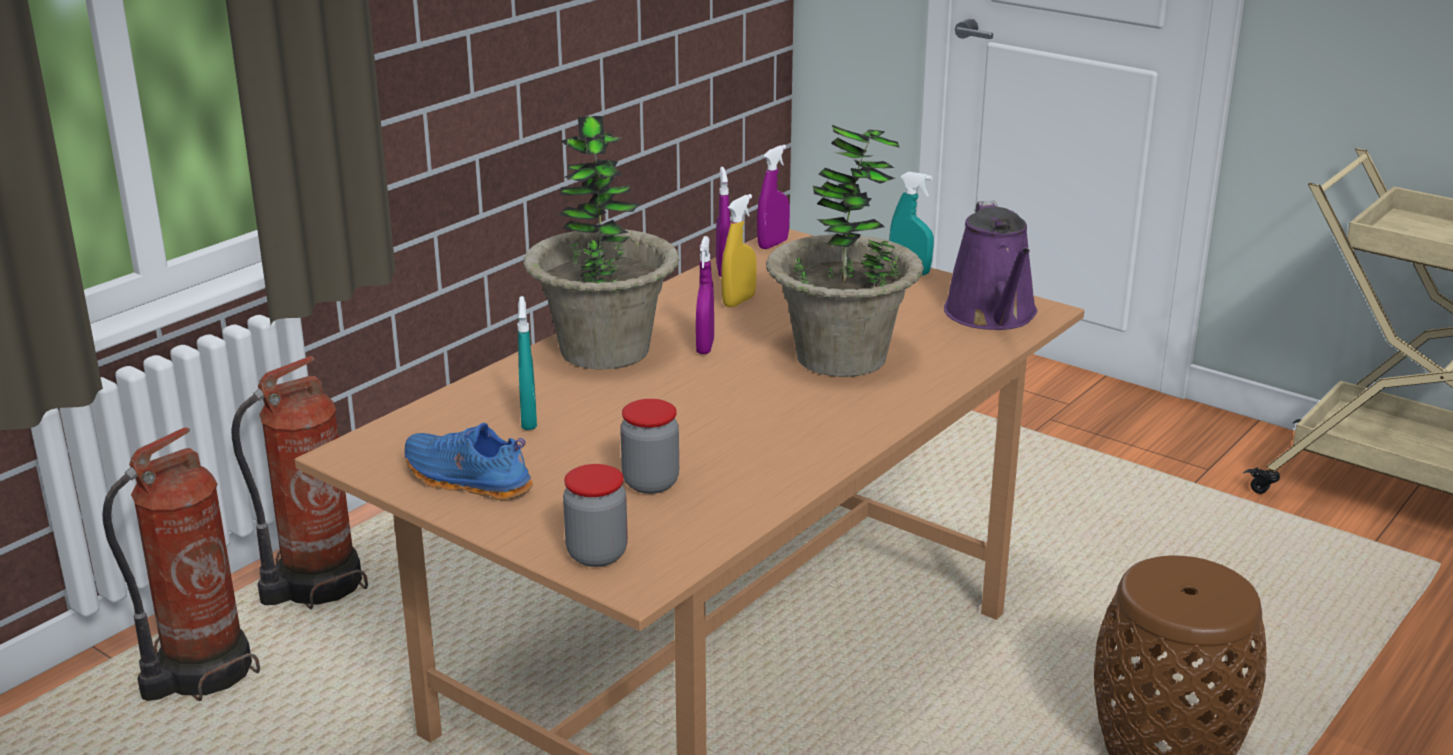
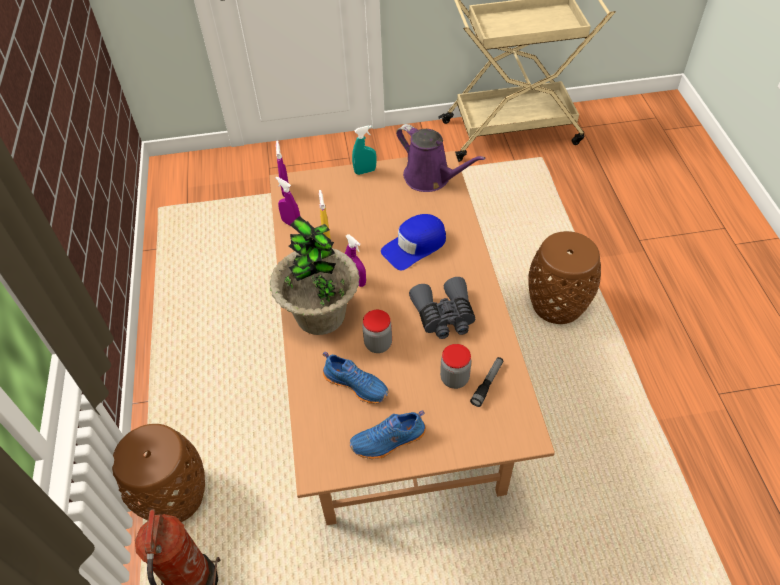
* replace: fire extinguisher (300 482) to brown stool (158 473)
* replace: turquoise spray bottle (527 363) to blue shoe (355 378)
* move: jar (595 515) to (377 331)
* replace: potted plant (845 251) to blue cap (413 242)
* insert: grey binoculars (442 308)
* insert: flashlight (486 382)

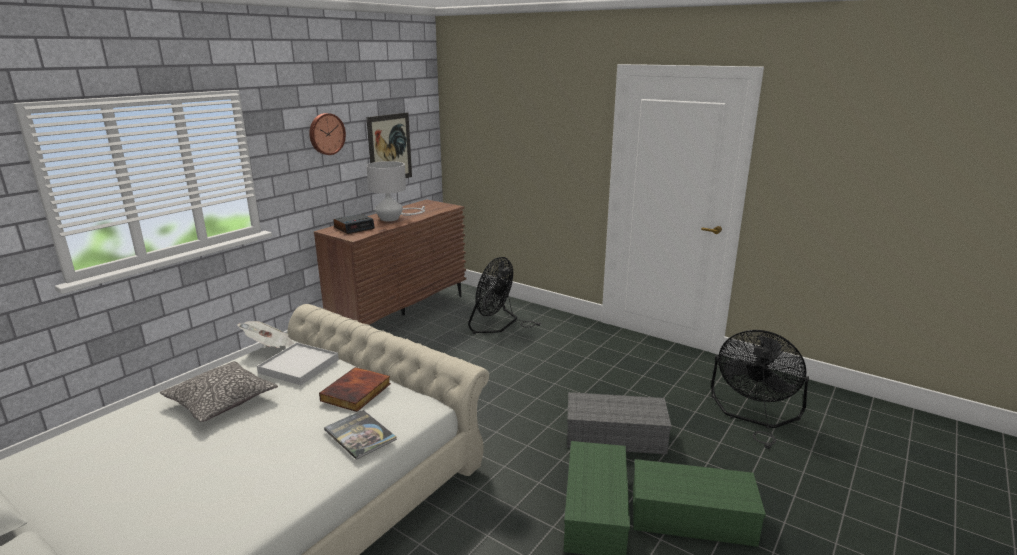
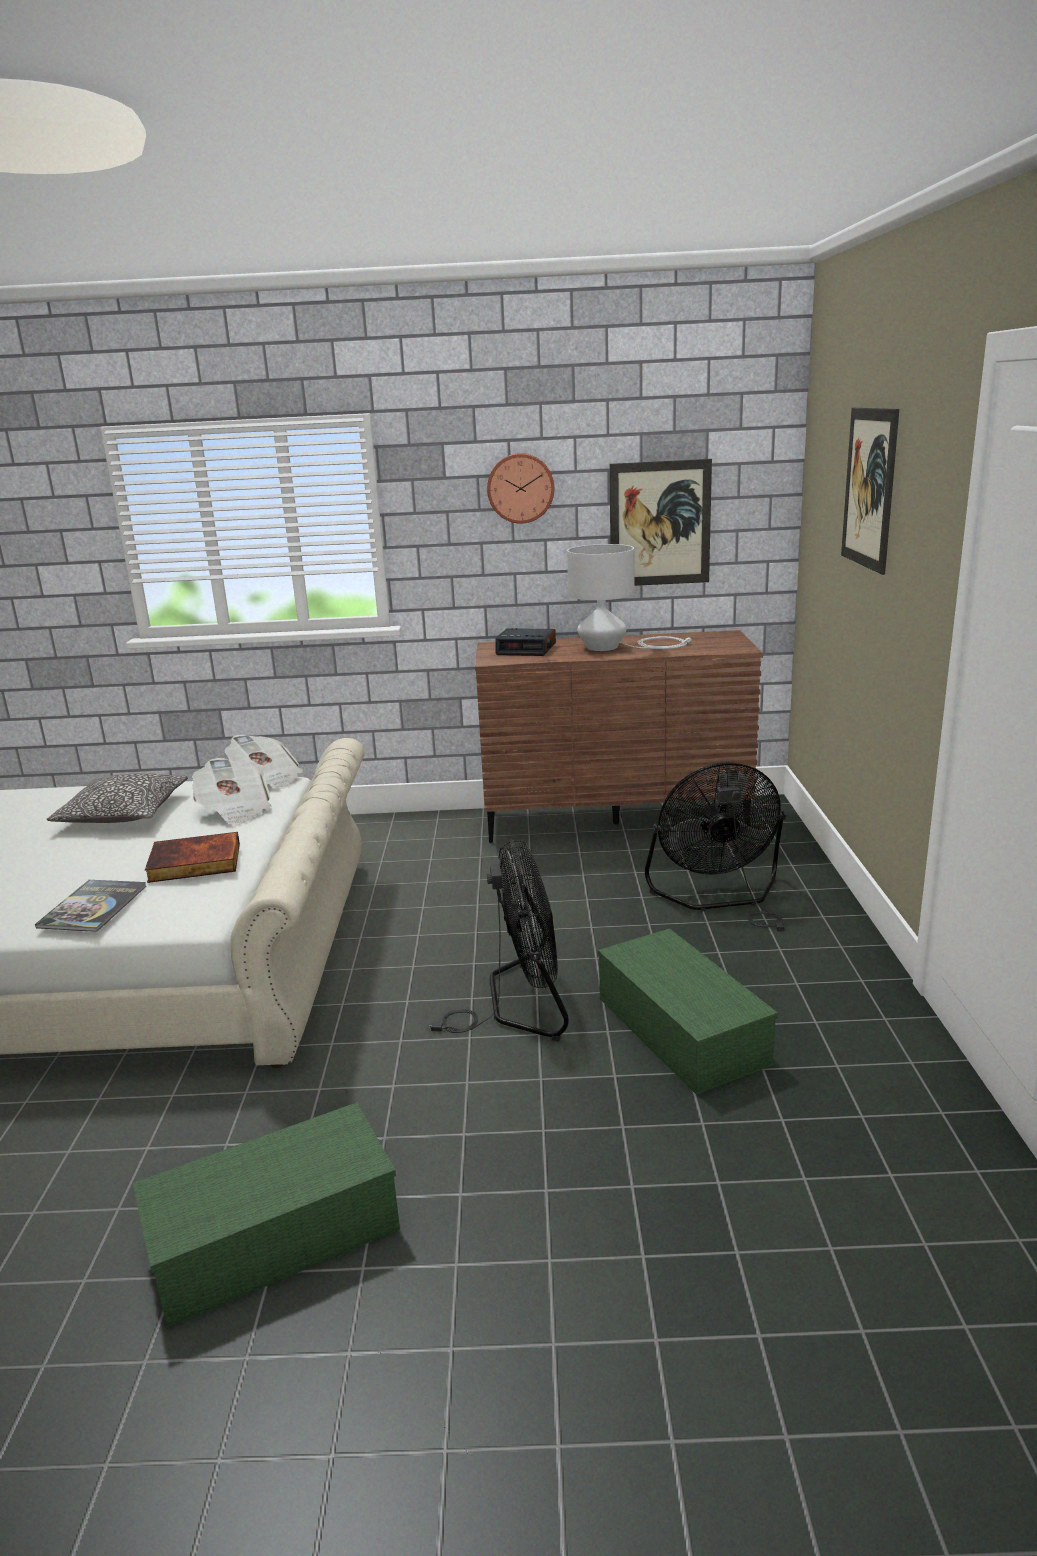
* replace: white tray (298 363) to newspaper (231 791)
* delete: grey storage box (619 423)
* move: green storage box (699 503) to (688 1011)
* move: black fan (760 389) to (498 940)
* insert: picture (870 491)

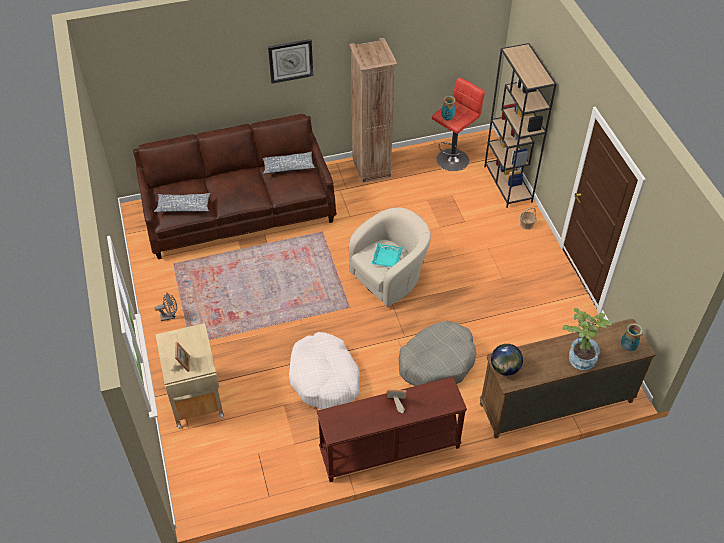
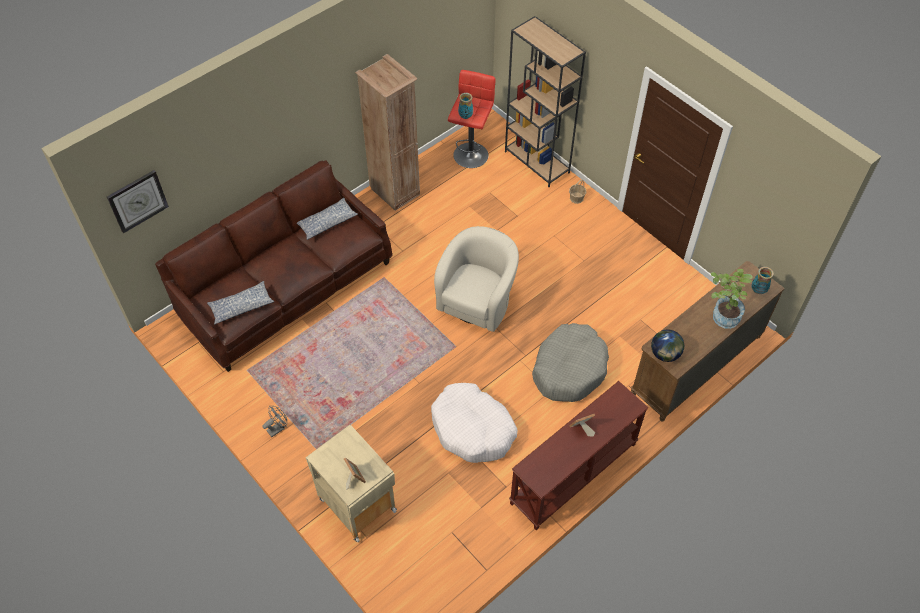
* move: wall clock (290 61) to (138 201)
* delete: turquoise tray (387 255)

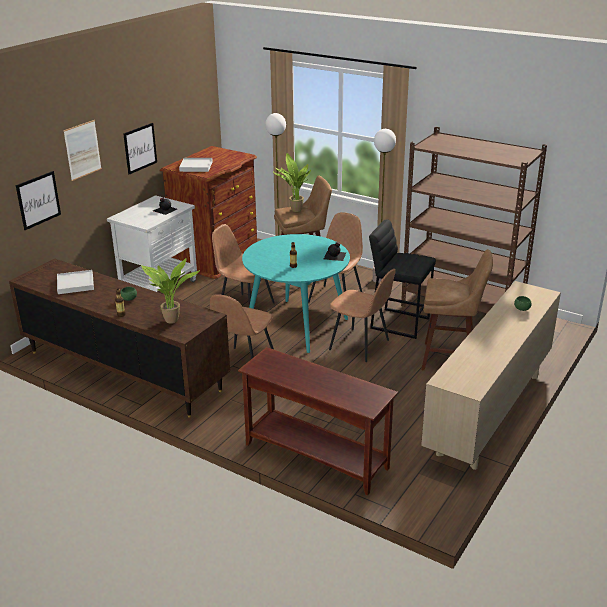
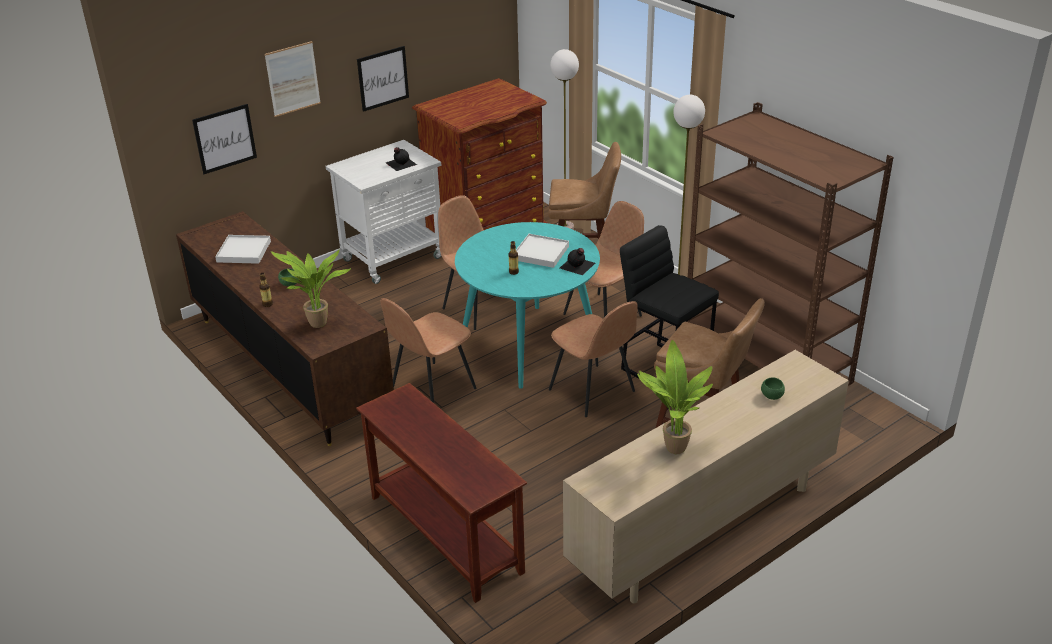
* move: white tray (196 165) to (542 251)
* move: potted plant (292 182) to (675 397)

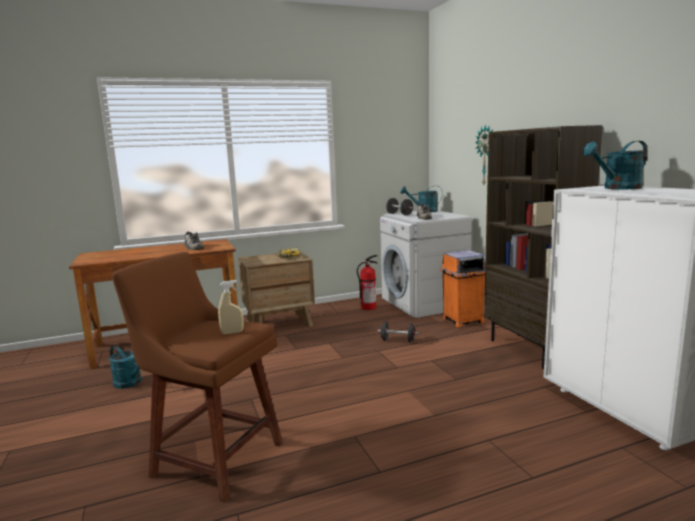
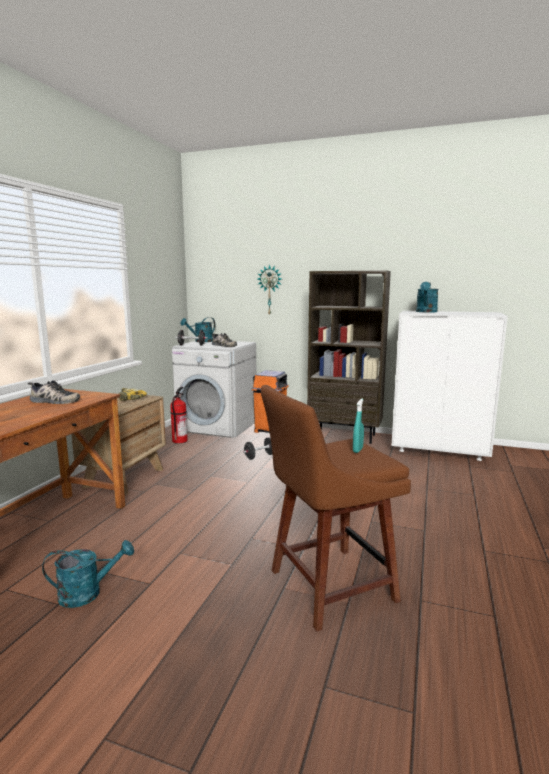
* recolor: beige spray bottle (231 307) to turquoise spray bottle (358 426)

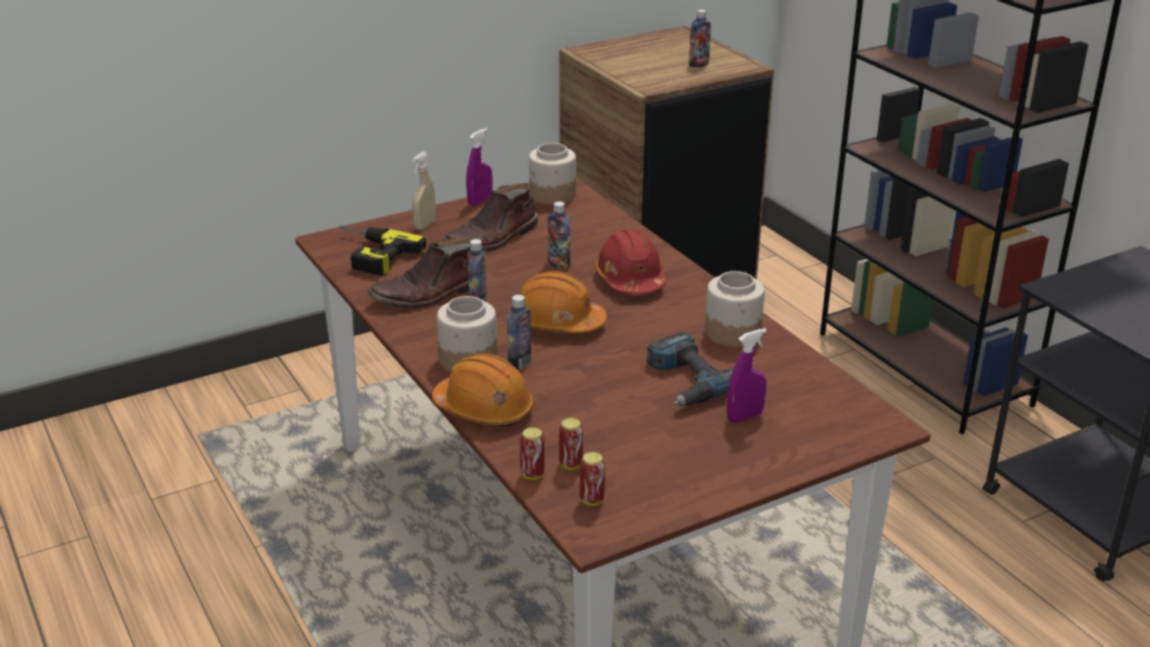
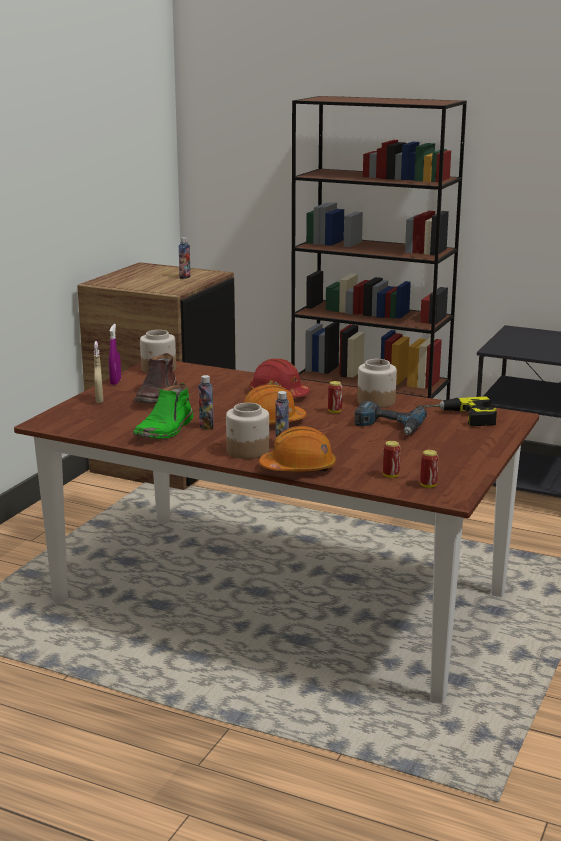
* move: power drill (383 250) to (457 411)
* recolor: brown boot (420 273) to green boot (163 411)
* move: can (532 453) to (335 397)
* delete: bottle (559 235)
* delete: purple spray bottle (747 375)

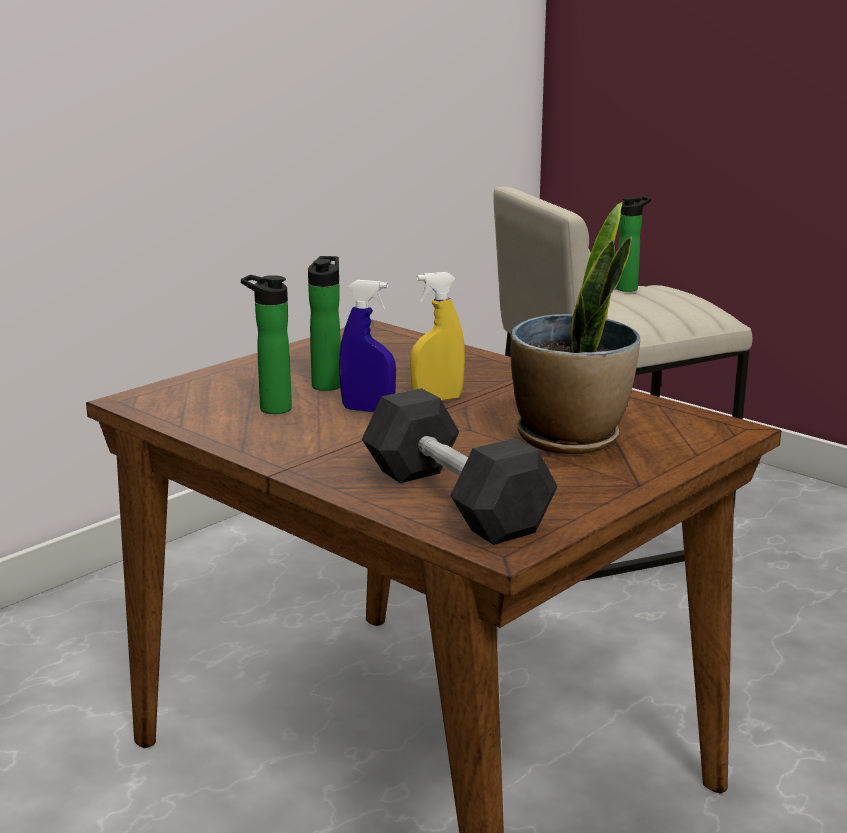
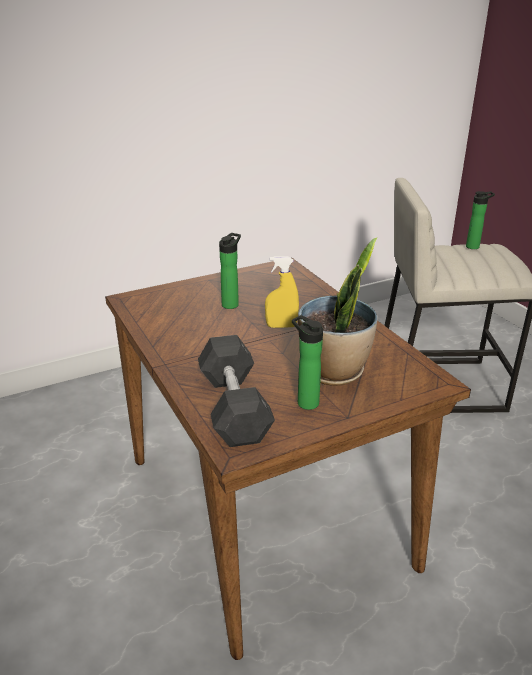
* move: bottle (266 344) to (307 362)
* delete: blue spray bottle (367 346)

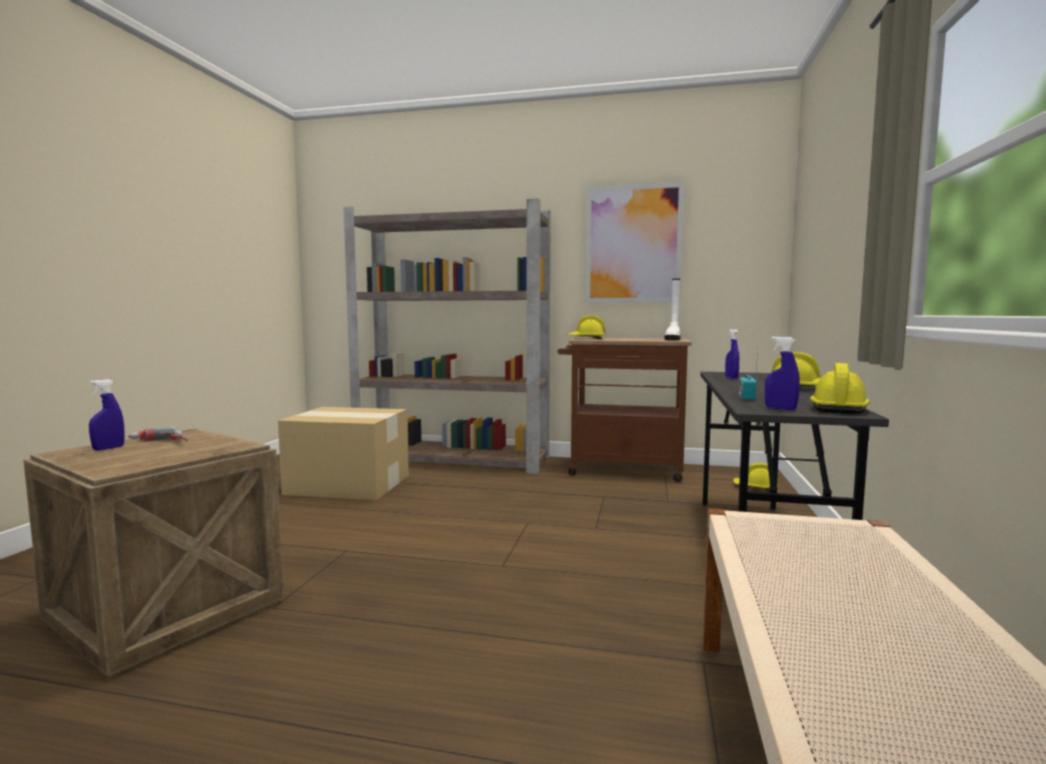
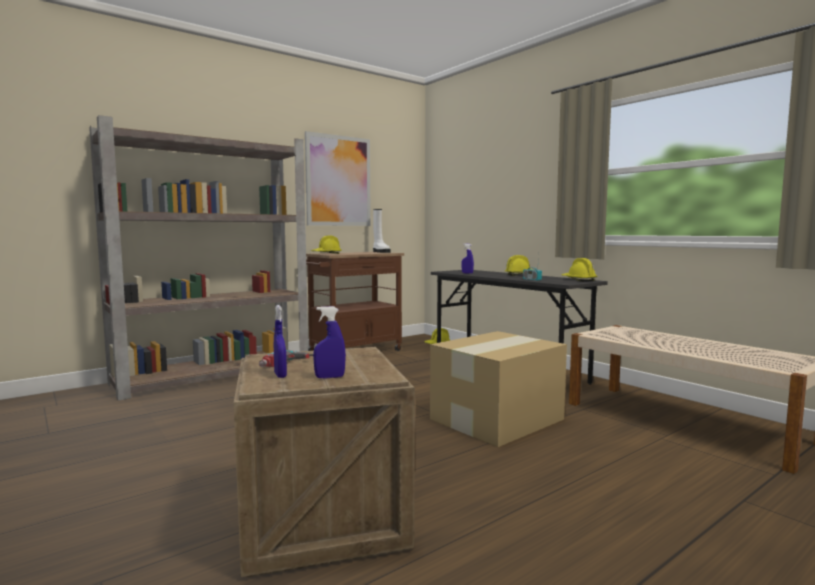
* move: cardboard box (343 453) to (498 389)
* move: blue spray bottle (782 373) to (329 342)

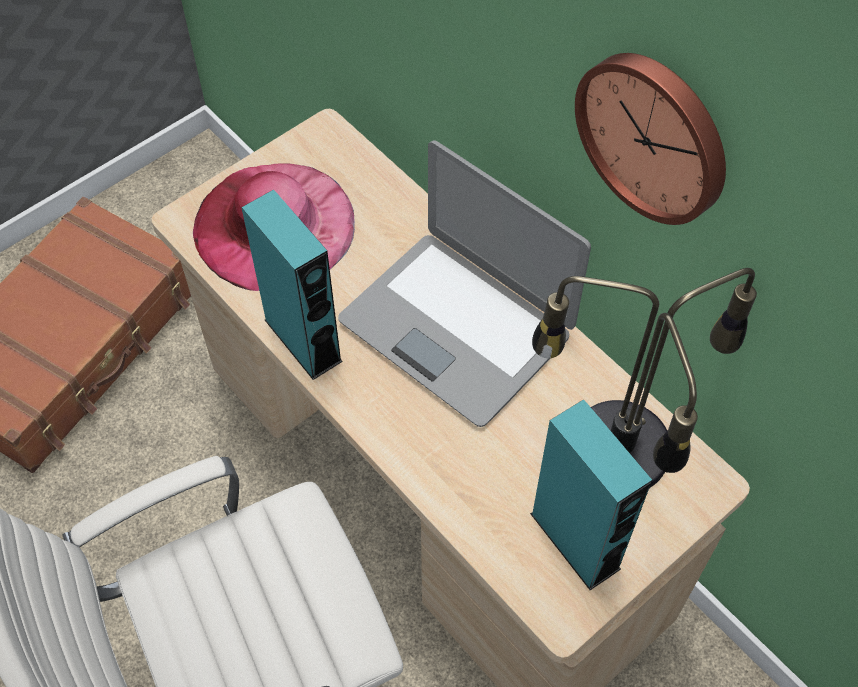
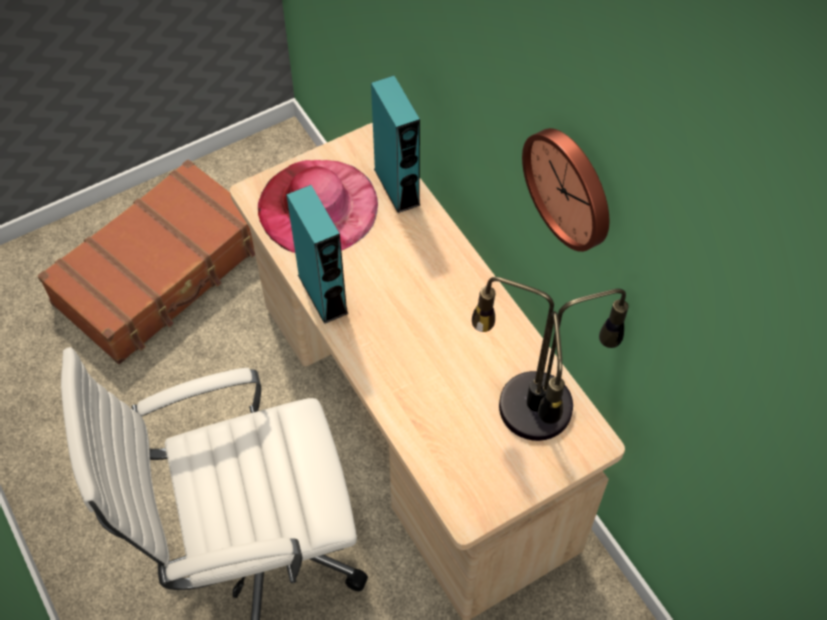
* delete: laptop (464 283)
* move: turquoise speaker (591 494) to (395 144)

